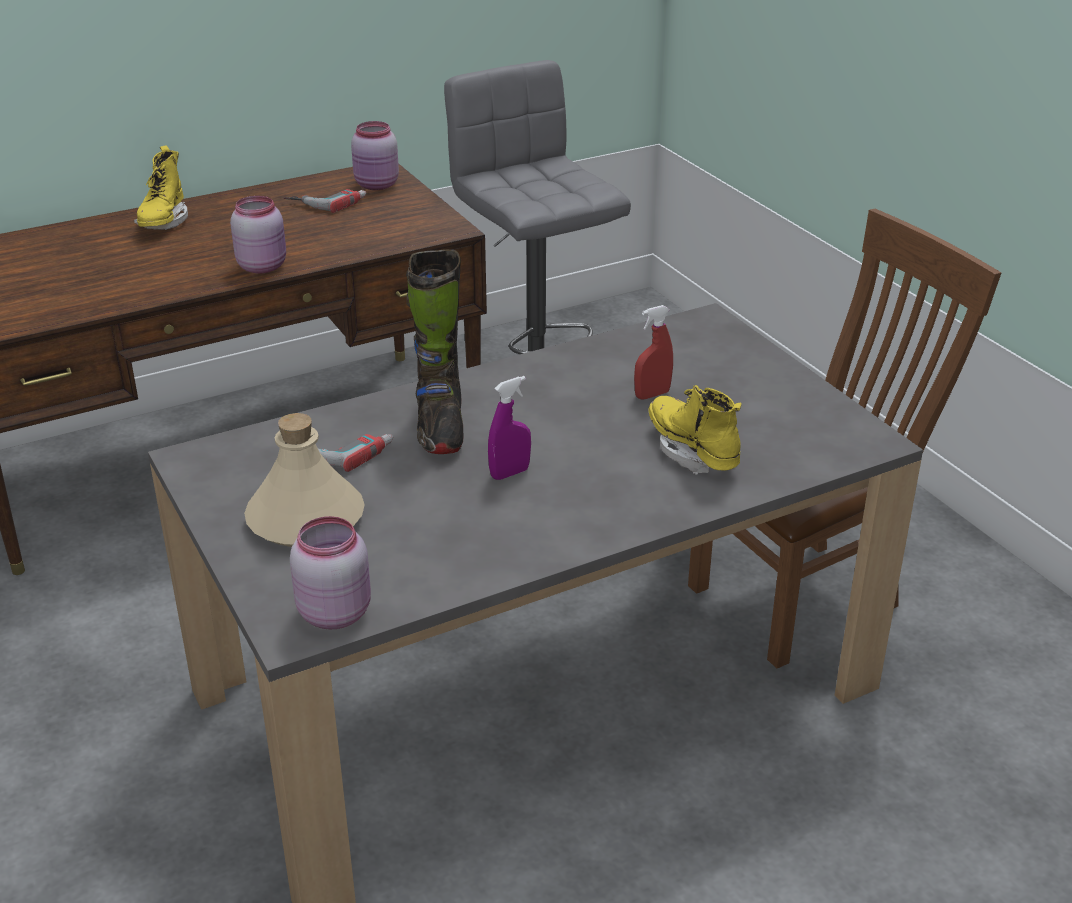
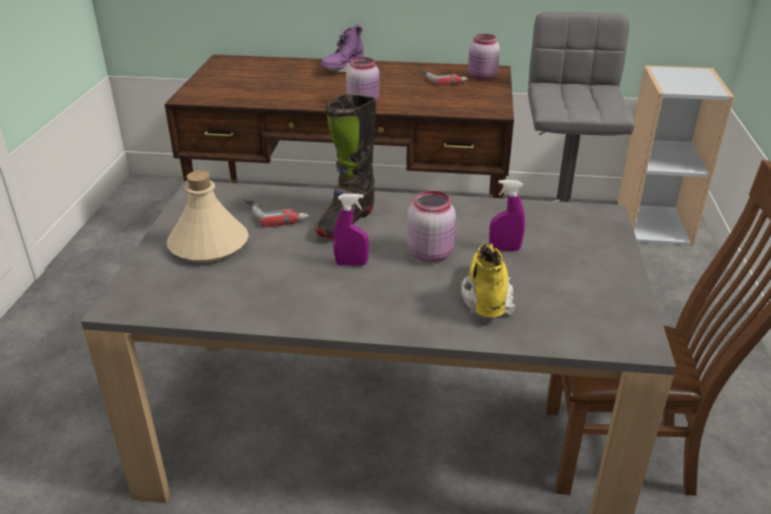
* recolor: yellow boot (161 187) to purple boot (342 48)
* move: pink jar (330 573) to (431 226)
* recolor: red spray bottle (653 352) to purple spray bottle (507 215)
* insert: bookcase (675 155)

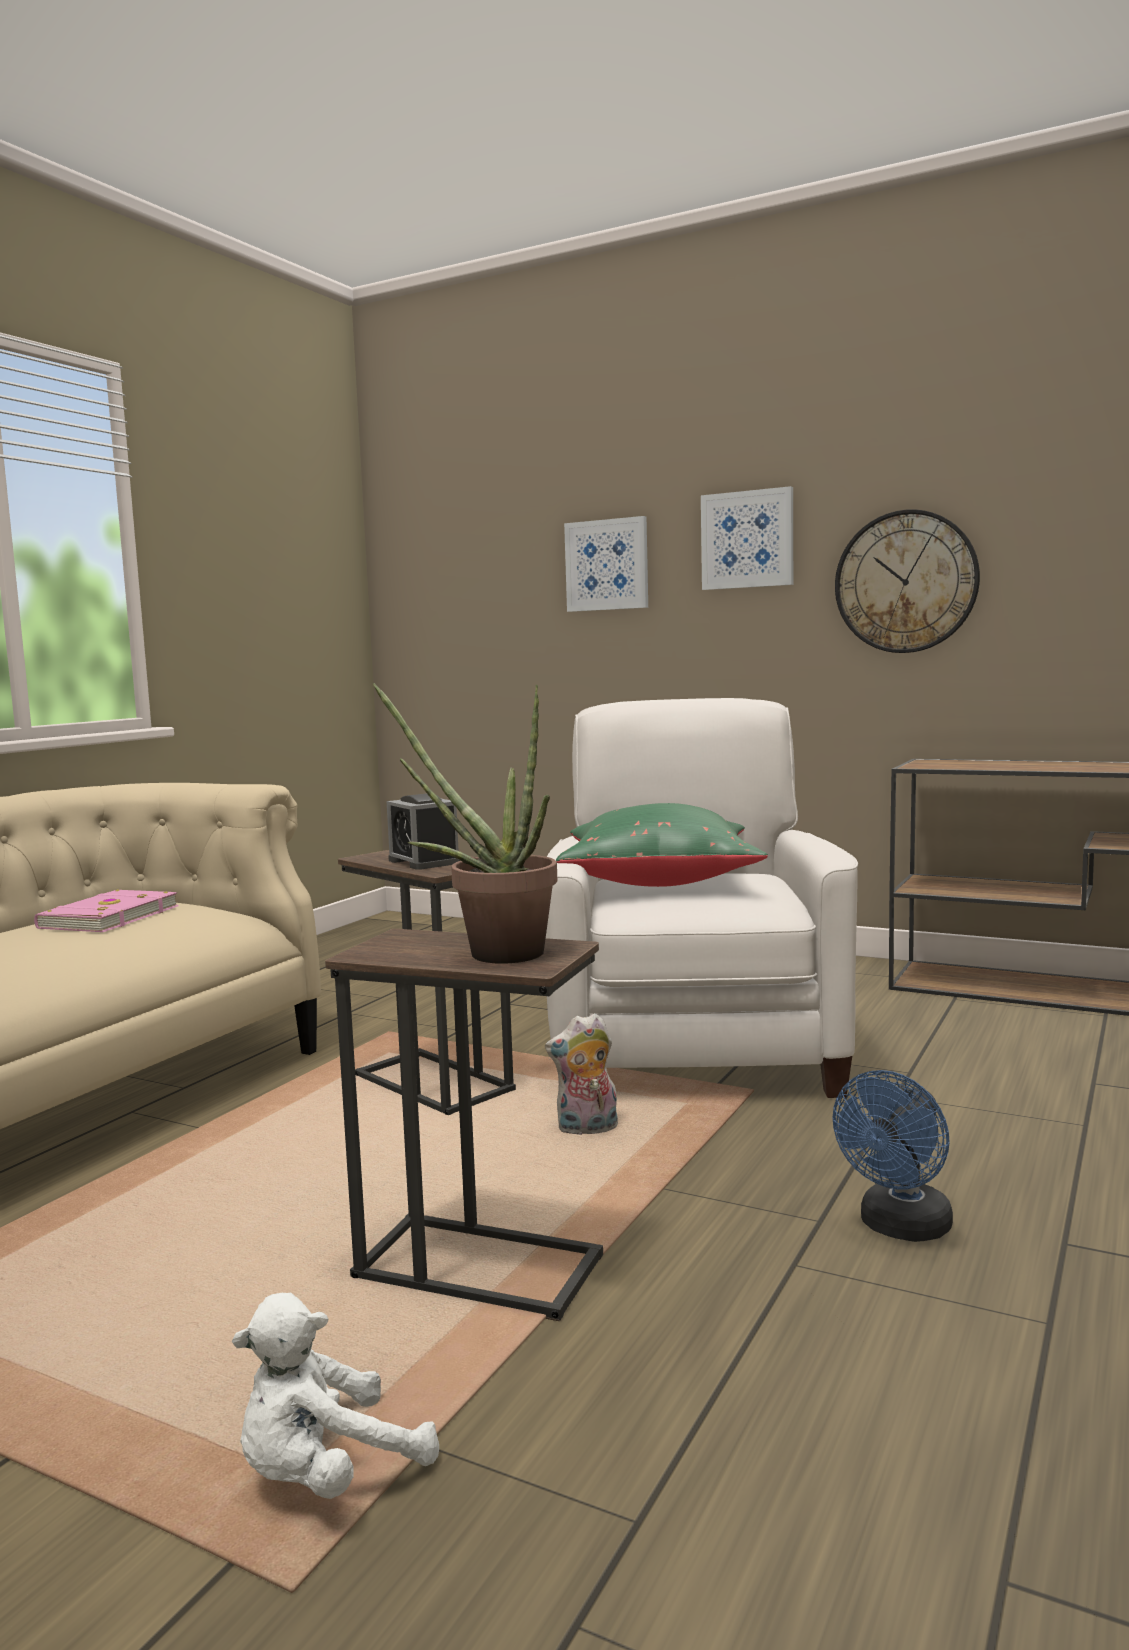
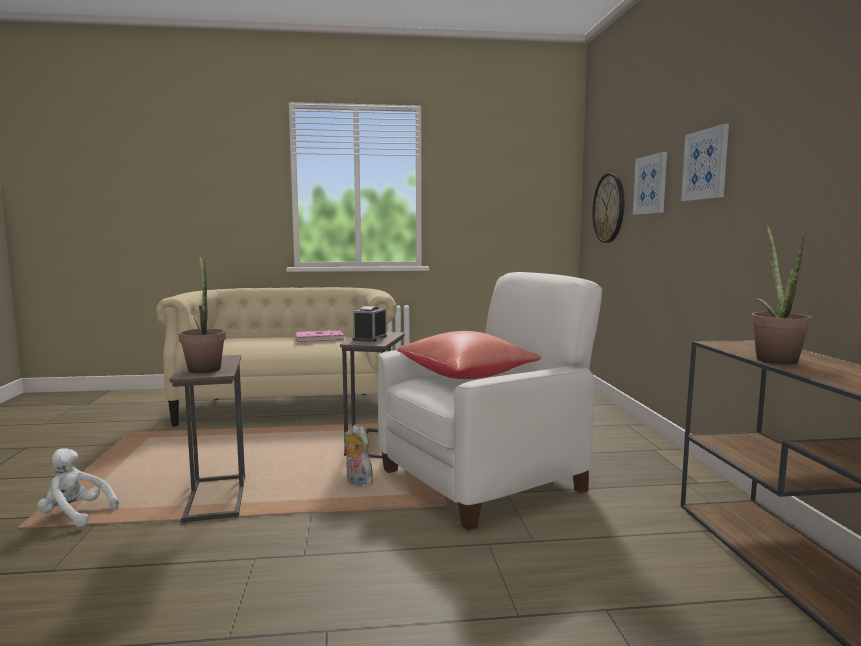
* recolor: green pillow (662 845) to red pillow (469 355)
* delete: blue fan (893 1156)
* move: wall clock (907 581) to (608 208)
* insert: potted plant (781 294)

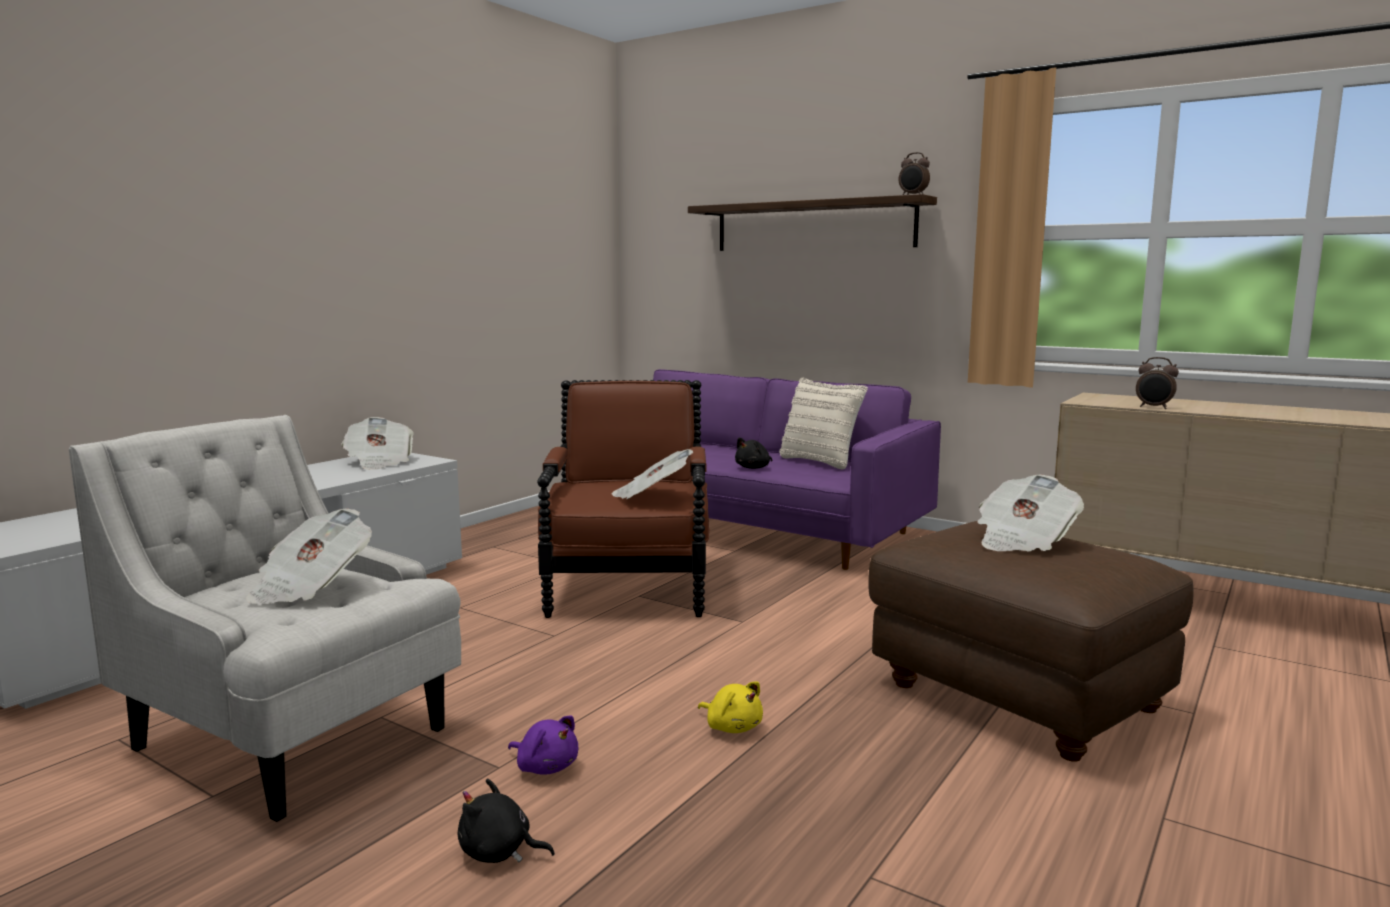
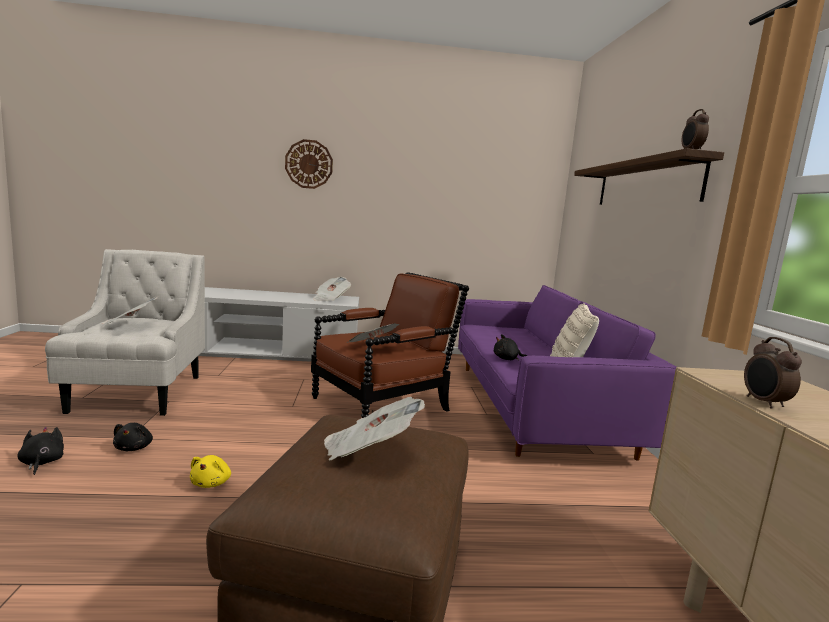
* recolor: purple plush toy (543 745) to black plush toy (133 437)
* insert: wall clock (309 164)

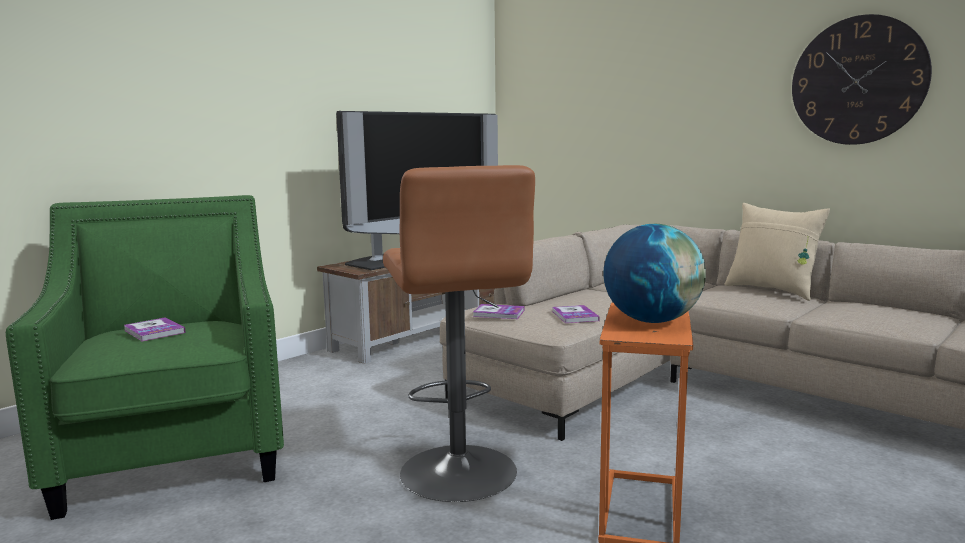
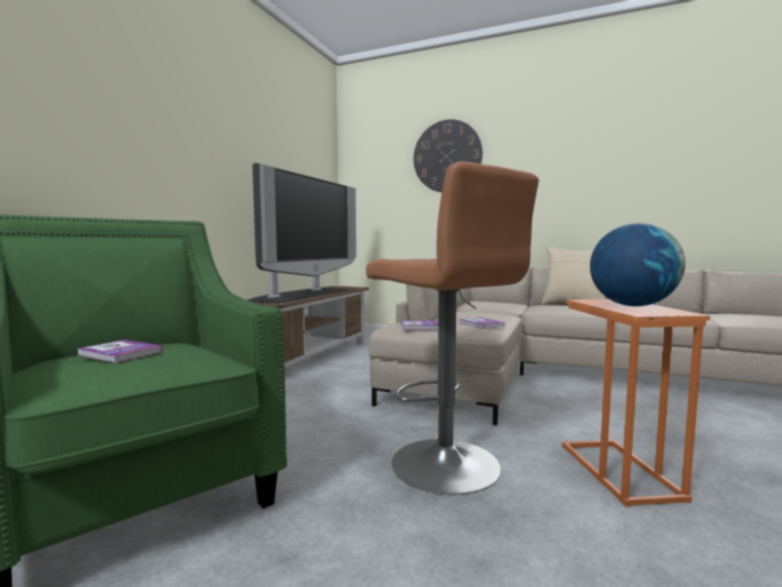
* move: wall clock (862 79) to (448 155)

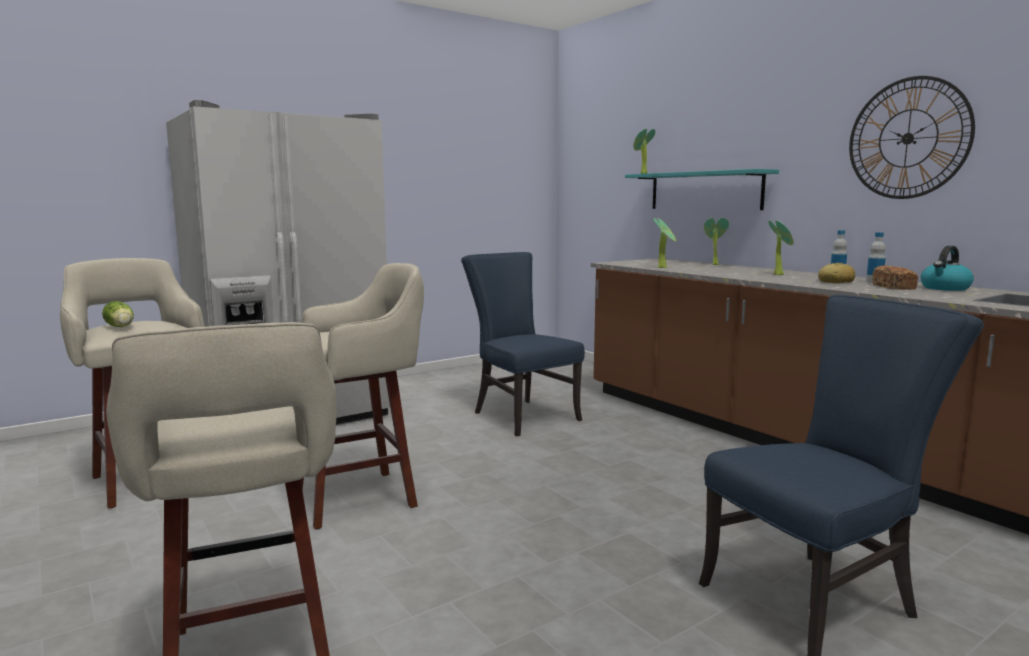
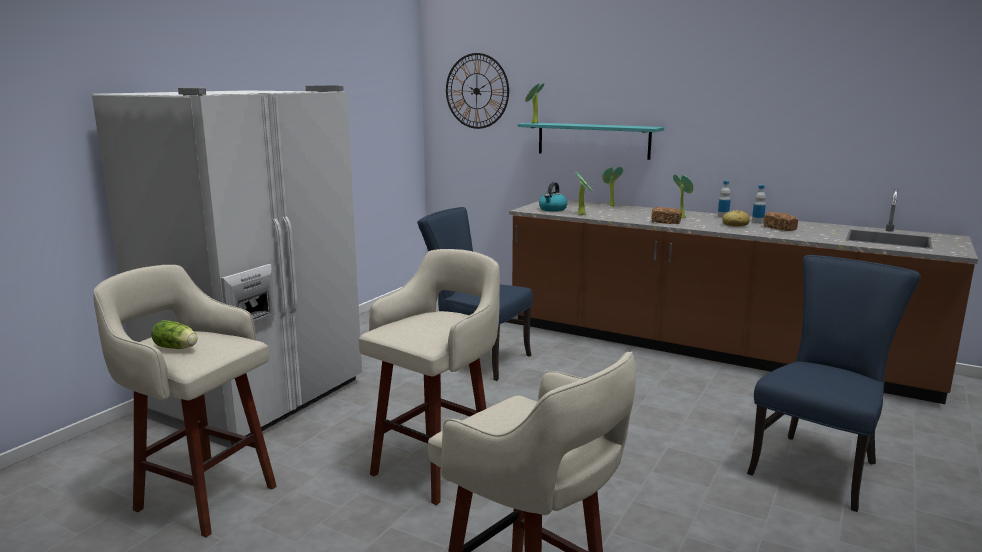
* move: wall clock (912 137) to (477 91)
* move: kettle (947 268) to (553 197)
* insert: bread (666 215)

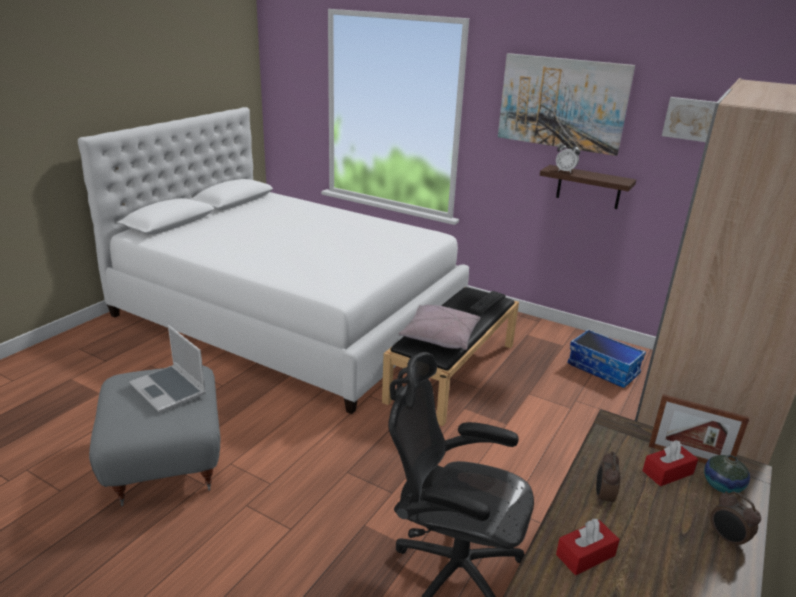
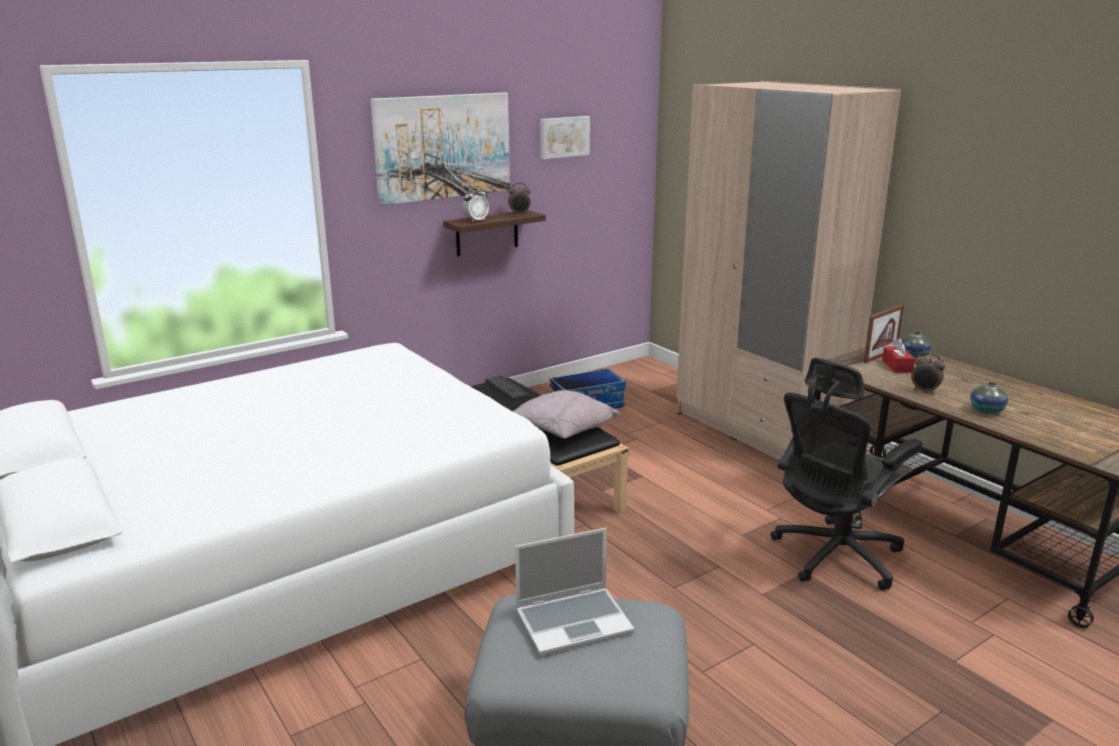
* replace: red tissue box (588 546) to vase (989 398)
* move: alarm clock (735 520) to (519 198)

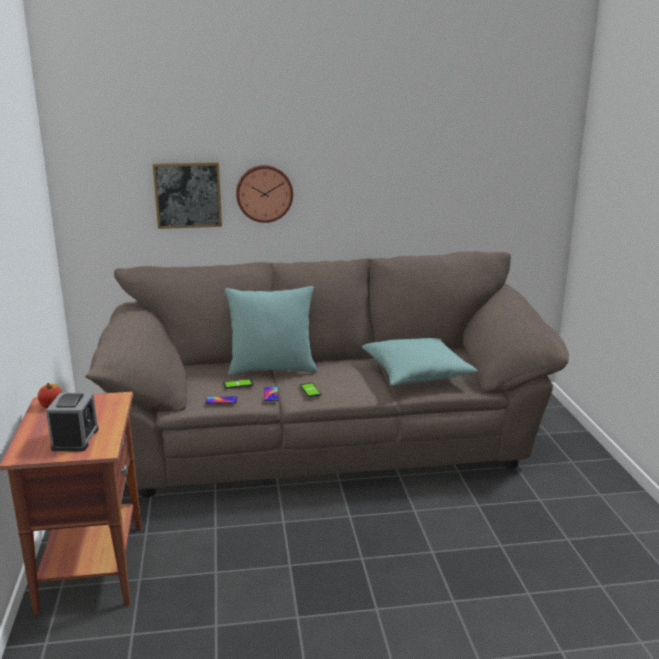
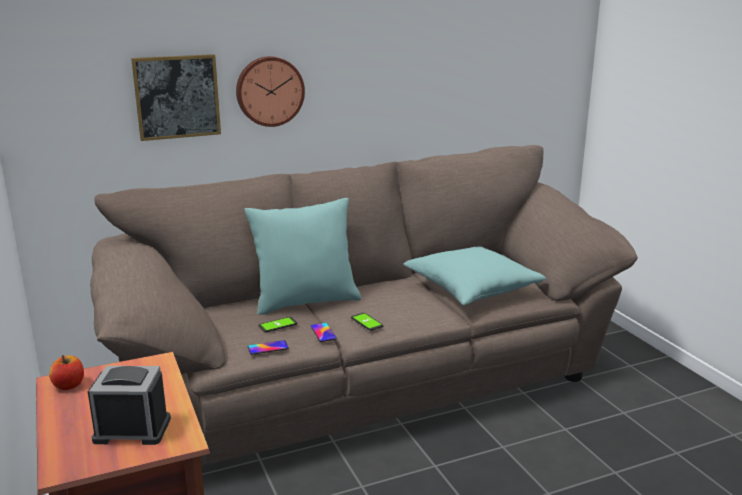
* rotate: alarm clock (72 422) = (129 405) 75 degrees counterclockwise

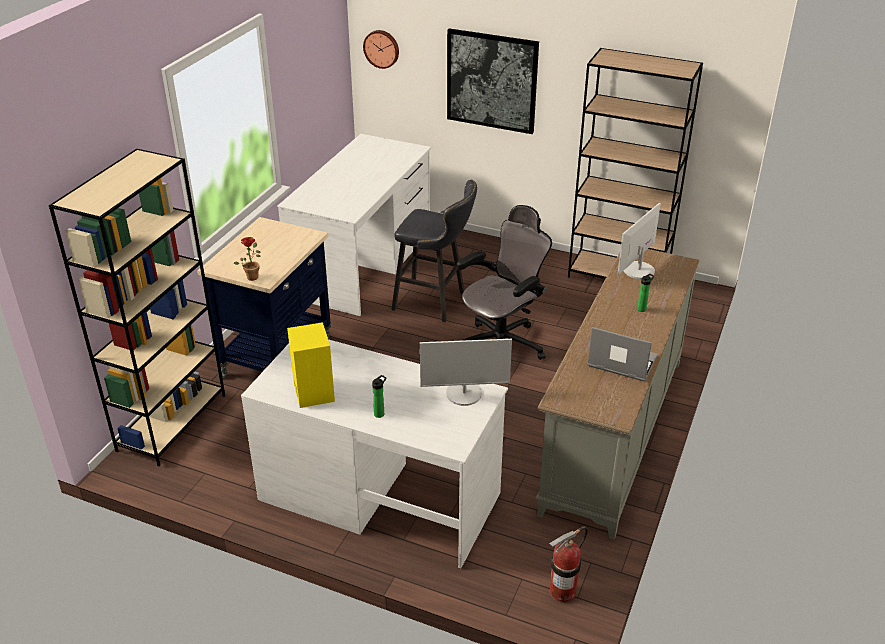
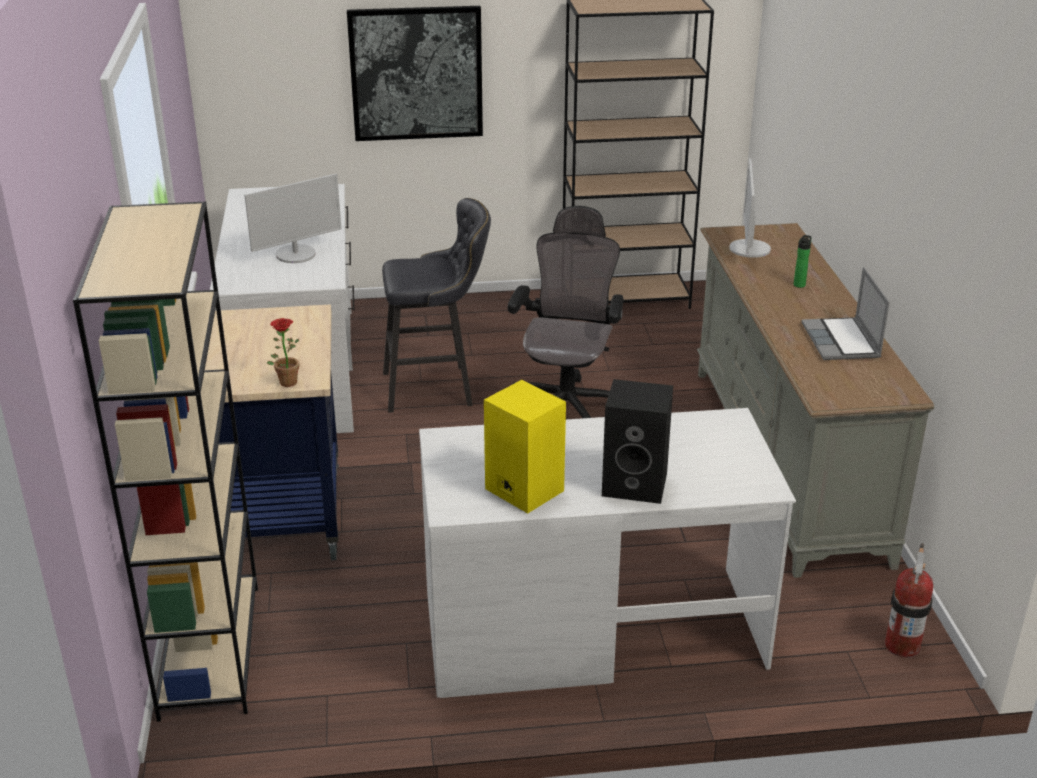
* delete: wall clock (381 49)
* replace: bottle (379 396) to black speaker (637 441)
* move: monitor (466 372) to (293 218)
* rotate: laptop (622 354) = (845 313) 90 degrees counterclockwise

